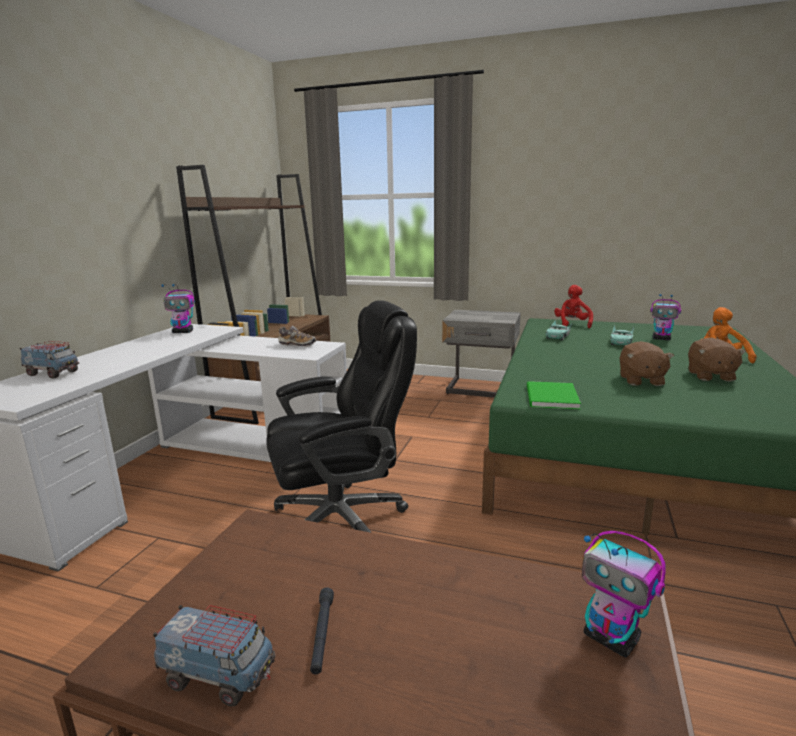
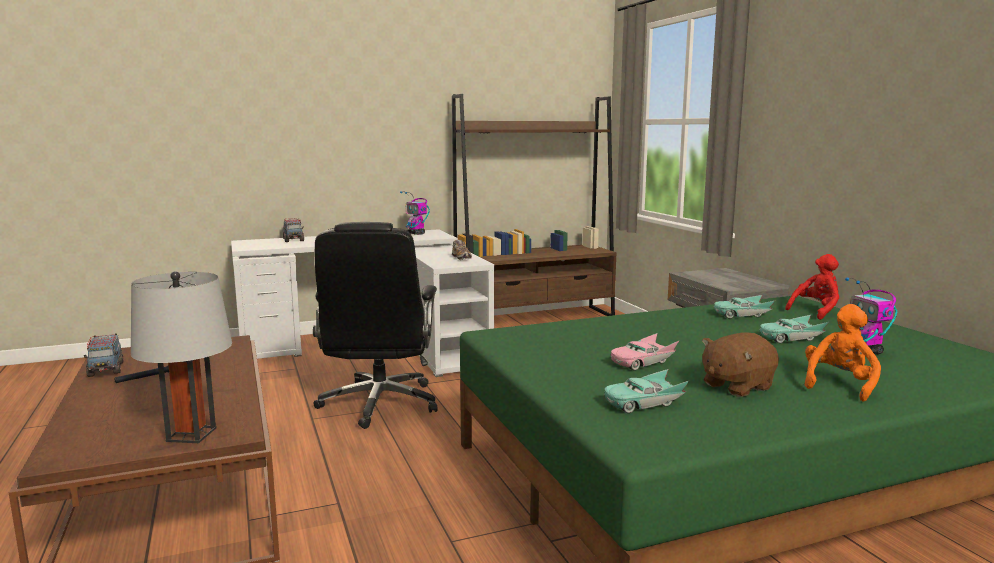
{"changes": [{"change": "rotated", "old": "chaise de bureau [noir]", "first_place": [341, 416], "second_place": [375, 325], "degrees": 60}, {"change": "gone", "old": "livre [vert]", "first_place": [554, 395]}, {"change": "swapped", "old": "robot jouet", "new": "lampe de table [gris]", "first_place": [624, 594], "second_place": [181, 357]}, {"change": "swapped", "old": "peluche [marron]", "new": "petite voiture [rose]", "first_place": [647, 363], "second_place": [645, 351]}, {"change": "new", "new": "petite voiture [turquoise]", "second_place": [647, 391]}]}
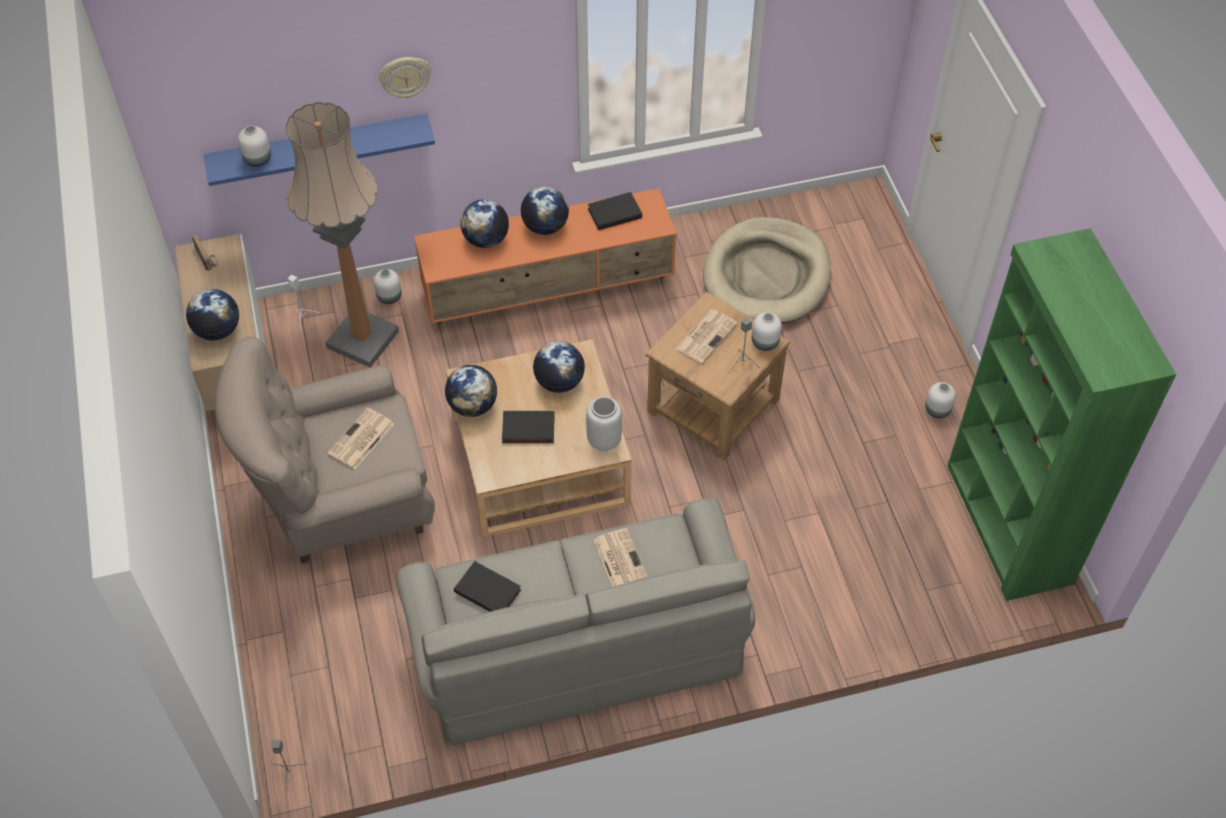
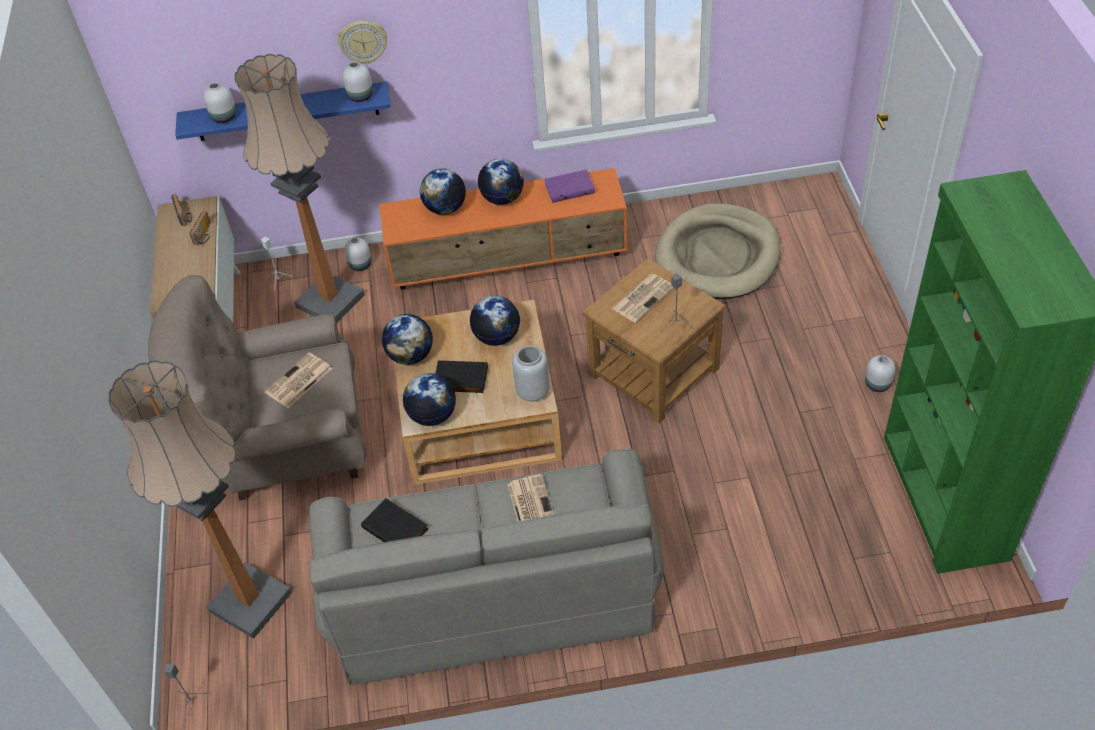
{"changes": [{"change": "shifted", "old": "globe", "first_place": [212, 315], "second_place": [429, 399]}, {"change": "repainted", "old": "livre [noir]", "new": "livre [violet]", "first_place": [615, 211], "second_place": [569, 186]}, {"change": "shifted", "old": "vase [blanc]", "first_place": [767, 331], "second_place": [358, 81]}, {"change": "new", "new": "lampadaire", "second_place": [200, 499]}, {"change": "new", "new": "radio", "second_place": [200, 228]}]}
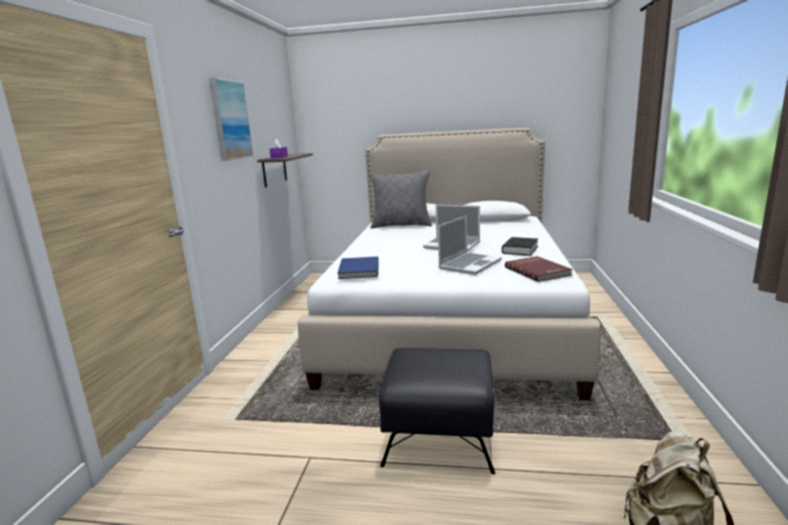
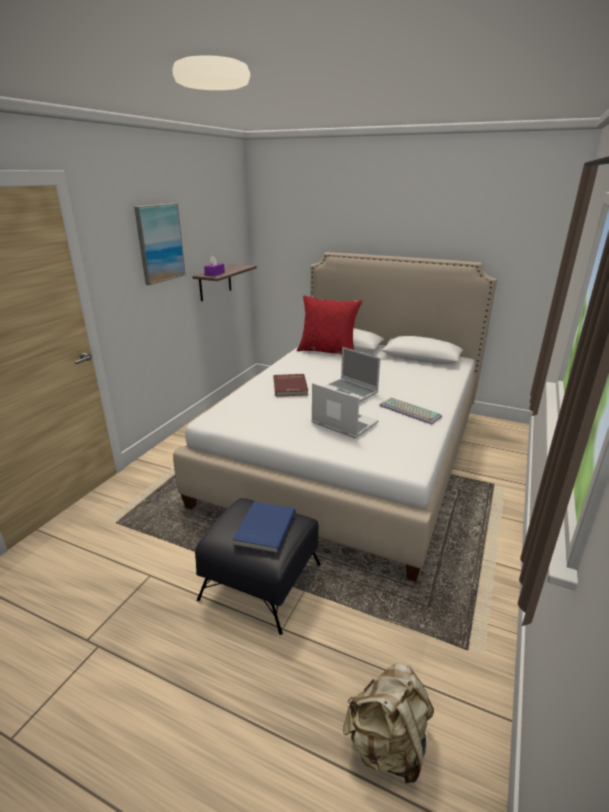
{"changes": [{"change": "shifted", "old": "livre [bleu]", "first_place": [358, 268], "second_place": [264, 527]}, {"change": "repainted", "old": "coussin [gris]", "new": "coussin [rouge]", "first_place": [401, 199], "second_place": [330, 325]}, {"change": "rotated", "old": "ordinateur portable", "first_place": [470, 245], "second_place": [344, 410], "degrees": -105}, {"change": "swapped", "old": "livre [noir]", "new": "clavier", "first_place": [520, 246], "second_place": [410, 411]}, {"change": "shifted", "old": "livre [rouge]", "first_place": [538, 269], "second_place": [290, 385]}]}
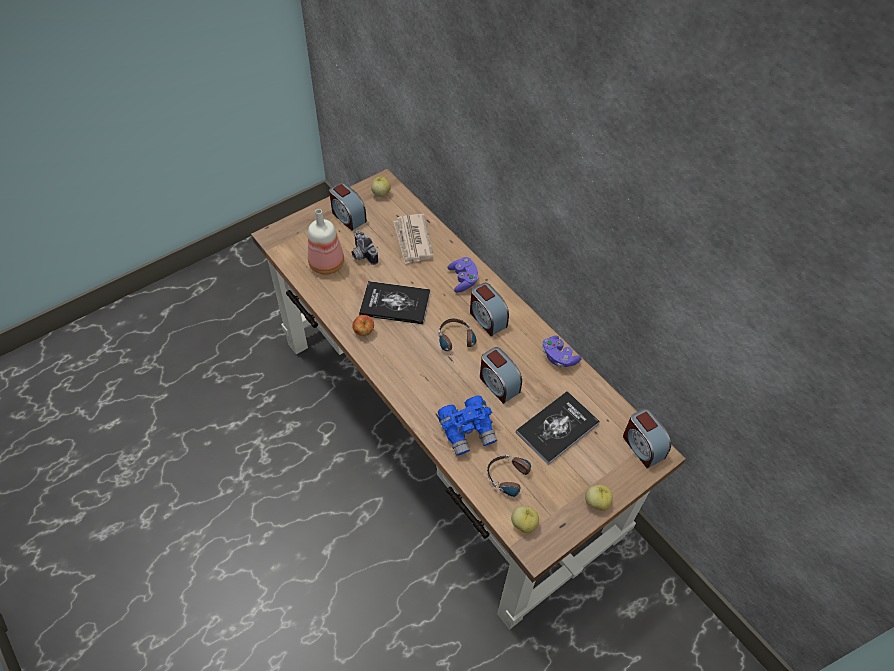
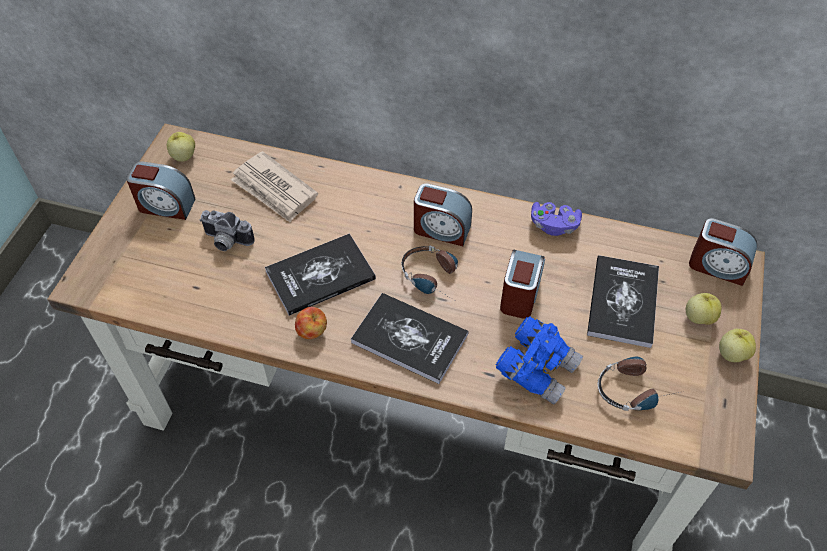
{"changes": [{"change": "gone", "old": "bouteille", "first_place": [326, 242]}, {"change": "gone", "old": "manette [violet]", "first_place": [463, 275]}, {"change": "rotated", "old": "réveil", "first_place": [501, 375], "second_place": [522, 284], "degrees": -90}, {"change": "shifted", "old": "pomme", "first_place": [525, 519], "second_place": [704, 309]}, {"change": "new", "new": "livre", "second_place": [409, 338]}]}
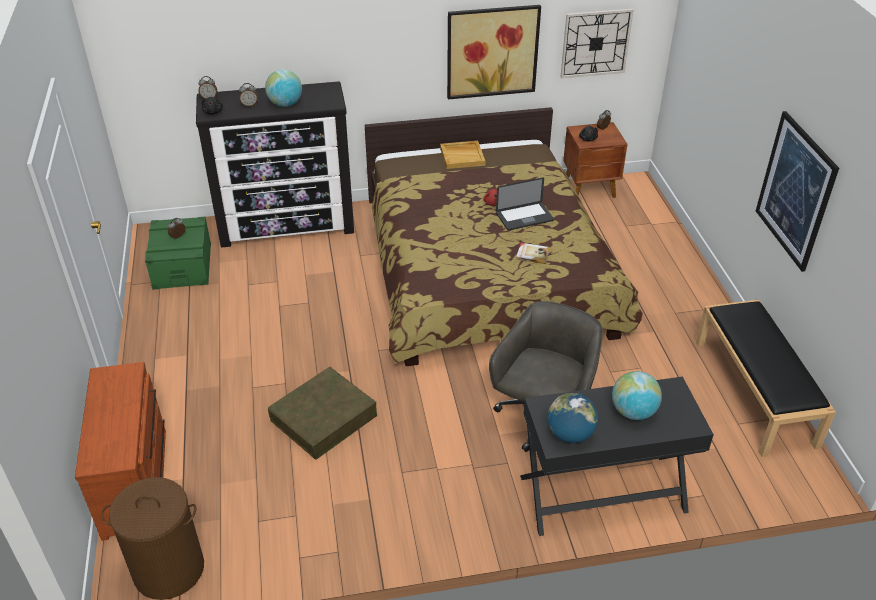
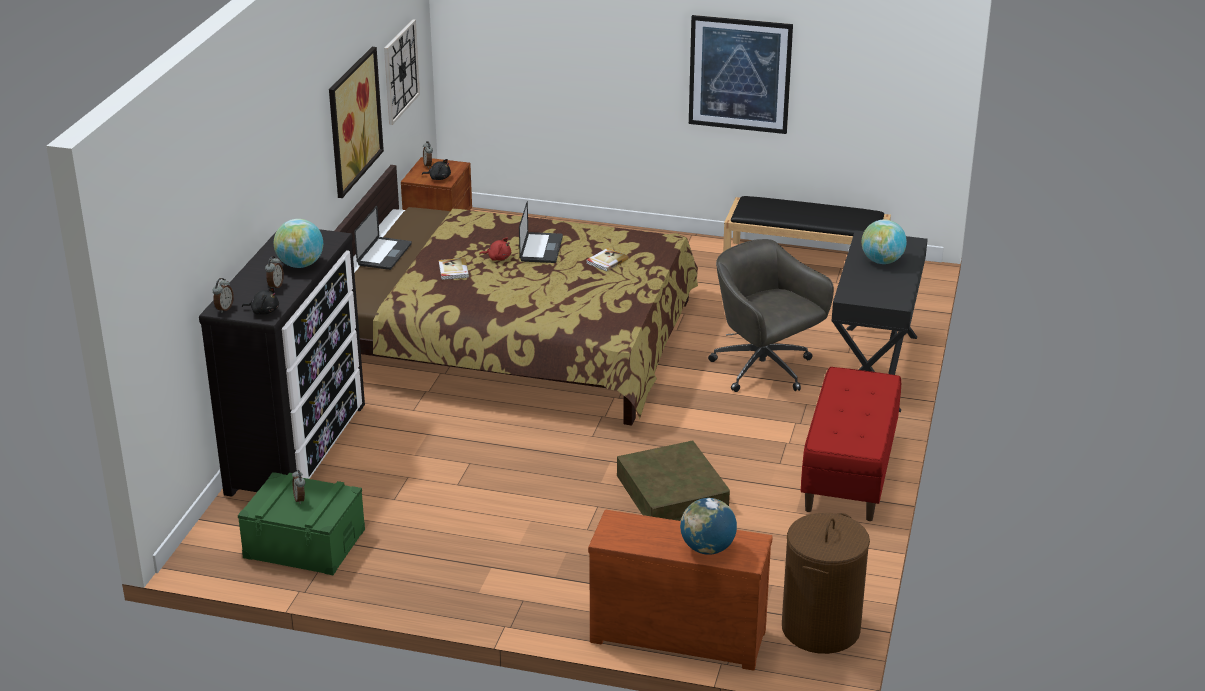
{"changes": [{"change": "swapped", "old": "plateau [beige]", "new": "ordinateur portable", "first_place": [462, 155], "second_place": [383, 238]}, {"change": "shifted", "old": "globe", "first_place": [572, 418], "second_place": [708, 526]}, {"change": "new", "new": "livre", "second_place": [454, 269]}, {"change": "new", "new": "banc [rouge]", "second_place": [851, 444]}]}
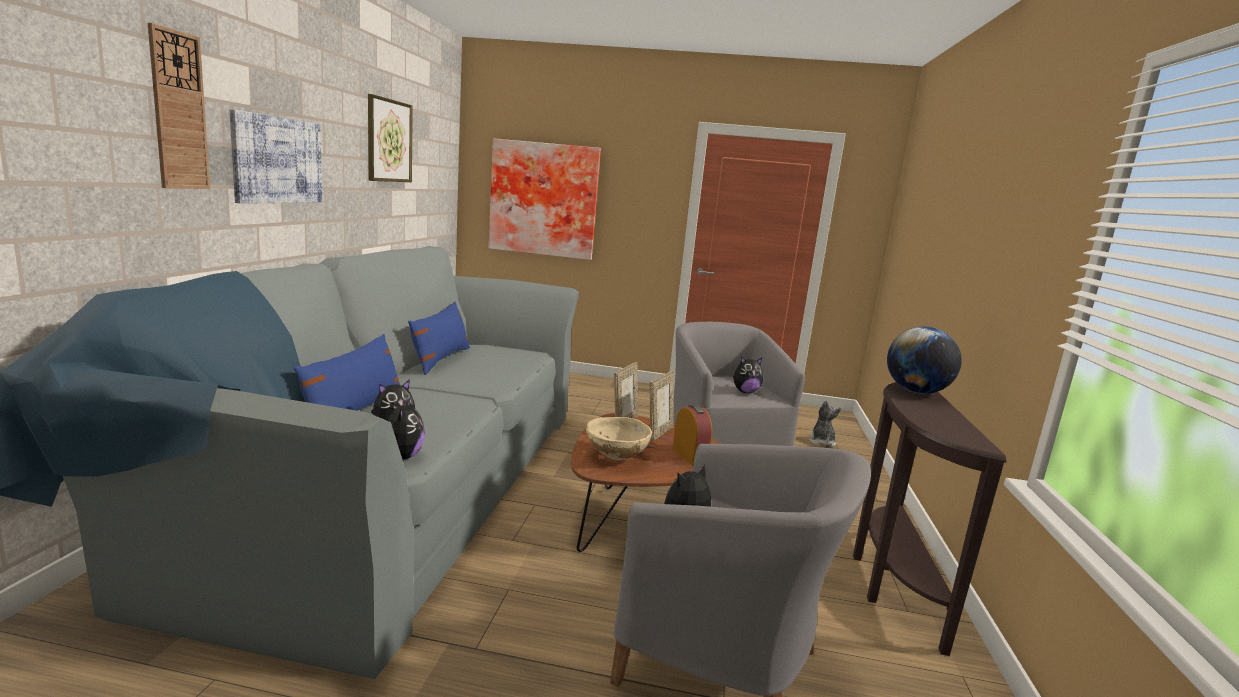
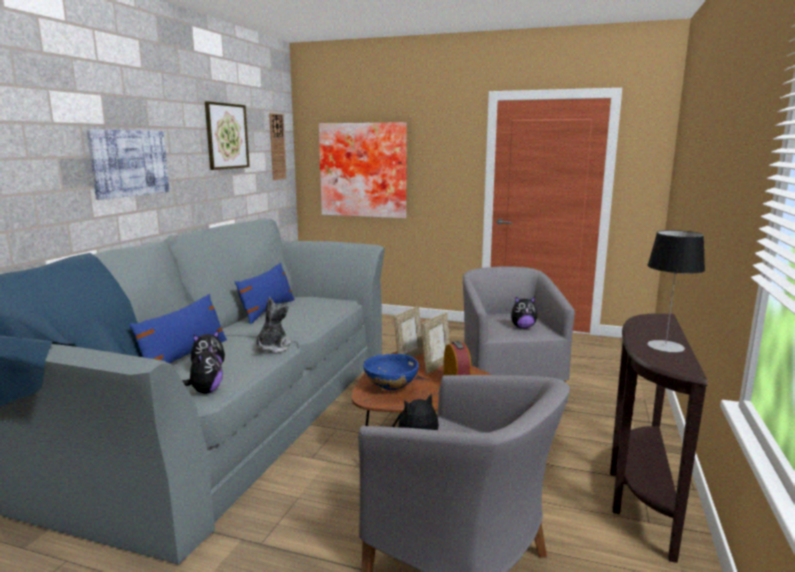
{"changes": [{"change": "shifted", "old": "horloge murale", "first_place": [179, 106], "second_place": [278, 146]}, {"change": "repainted", "old": "bol [beige]", "new": "bol [bleu]", "first_place": [619, 438], "second_place": [391, 372]}, {"change": "shifted", "old": "peluche", "first_place": [824, 423], "second_place": [273, 325]}, {"change": "gone", "old": "globe", "first_place": [924, 360]}, {"change": "new", "new": "lampe de table", "second_place": [676, 291]}]}
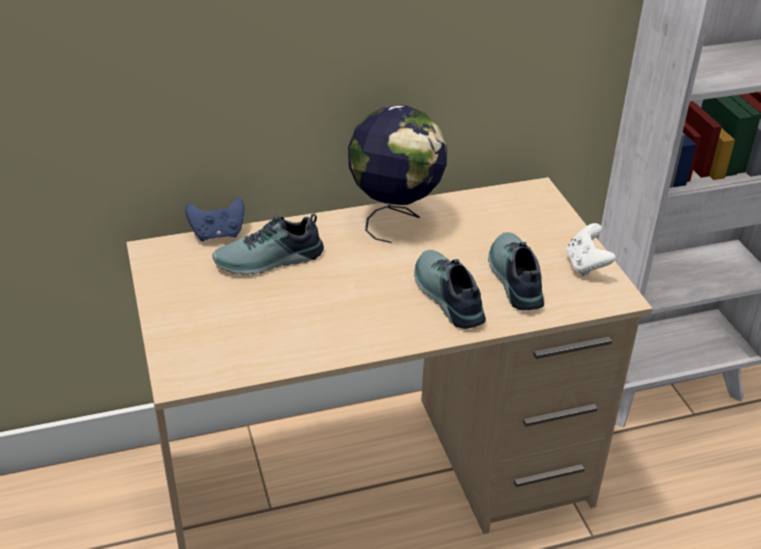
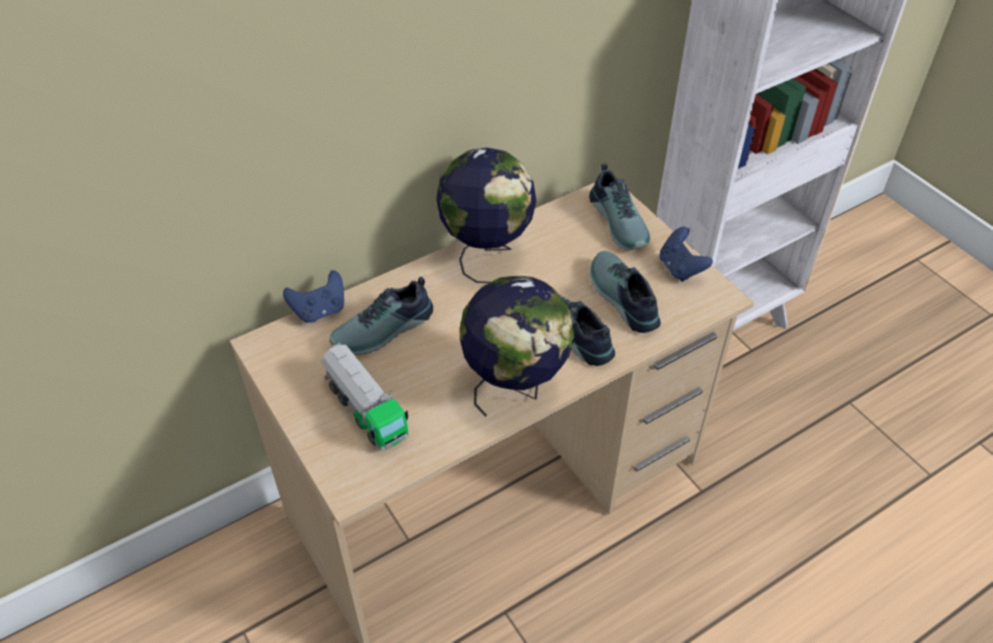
{"changes": [{"change": "repainted", "old": "manette [blanc]", "new": "manette [bleu]", "first_place": [591, 249], "second_place": [686, 254]}, {"change": "new", "new": "camion jouet", "second_place": [365, 396]}, {"change": "new", "new": "globe", "second_place": [517, 346]}, {"change": "new", "new": "chaussure", "second_place": [619, 206]}]}
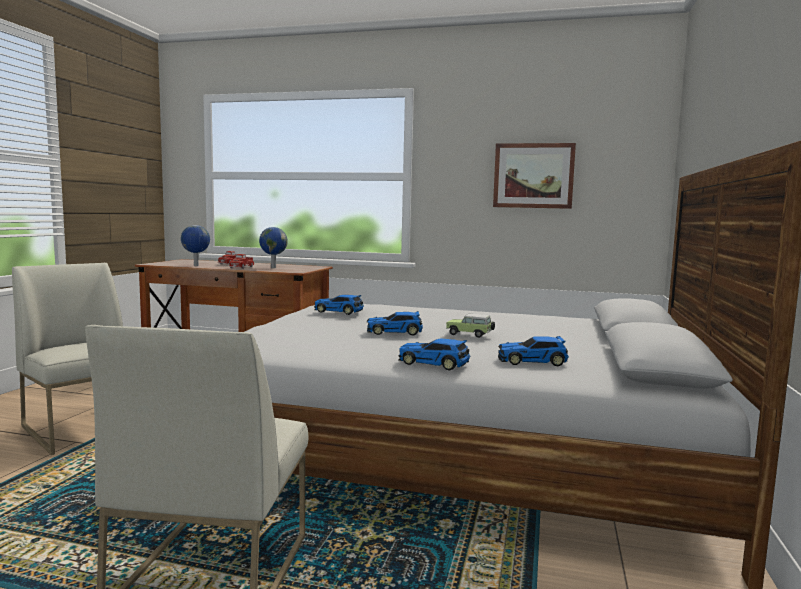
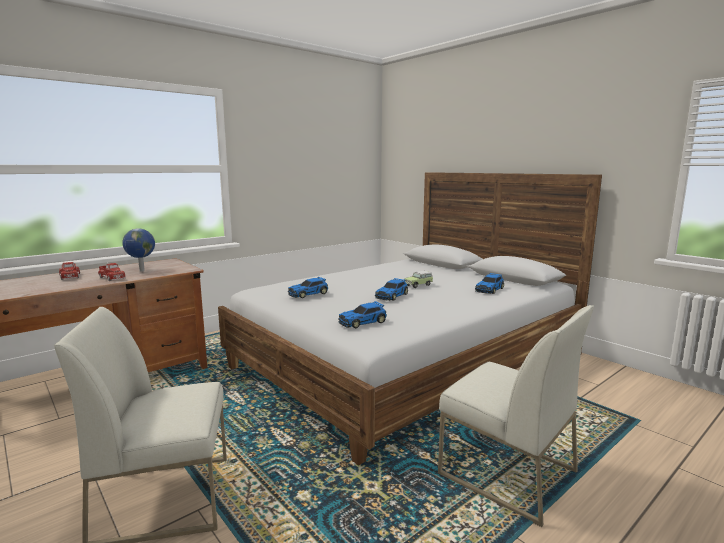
{"changes": [{"change": "gone", "old": "globe", "first_place": [195, 245]}, {"change": "shifted", "old": "petite voiture", "first_place": [434, 354], "second_place": [362, 314]}, {"change": "gone", "old": "tableau", "first_place": [534, 176]}]}
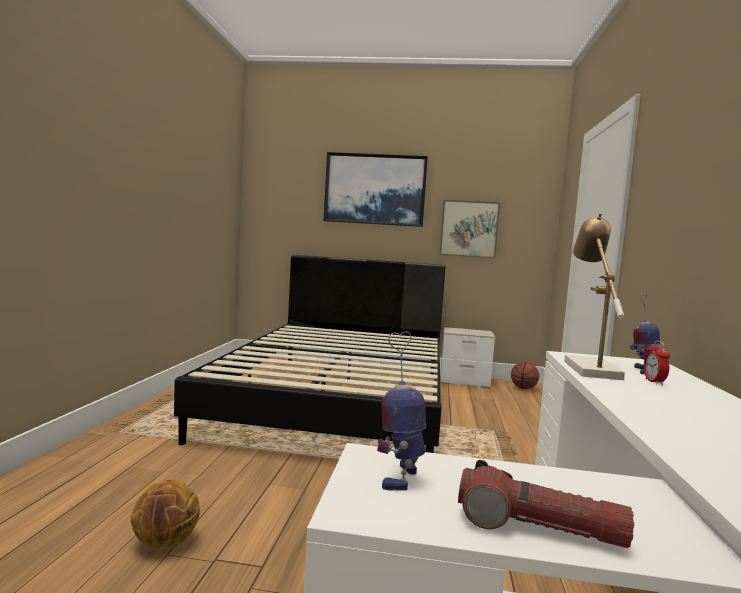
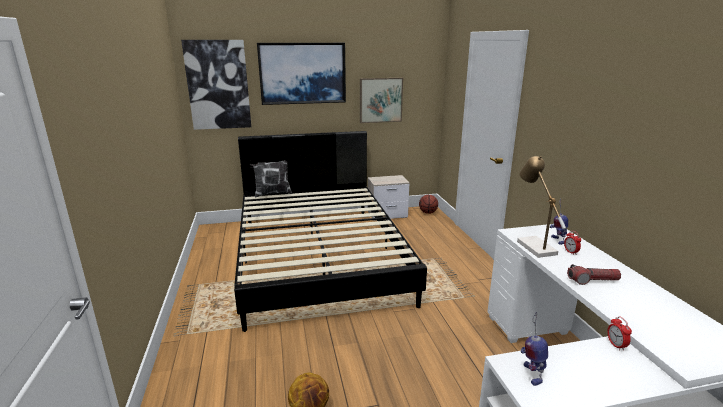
{"changes": [{"change": "shifted", "old": "lampe de poche", "first_place": [546, 504], "second_place": [594, 274]}, {"change": "new", "new": "tableau", "second_place": [216, 85]}, {"change": "new", "new": "coussin", "second_place": [270, 178]}, {"change": "new", "new": "réveil", "second_place": [619, 333]}]}
